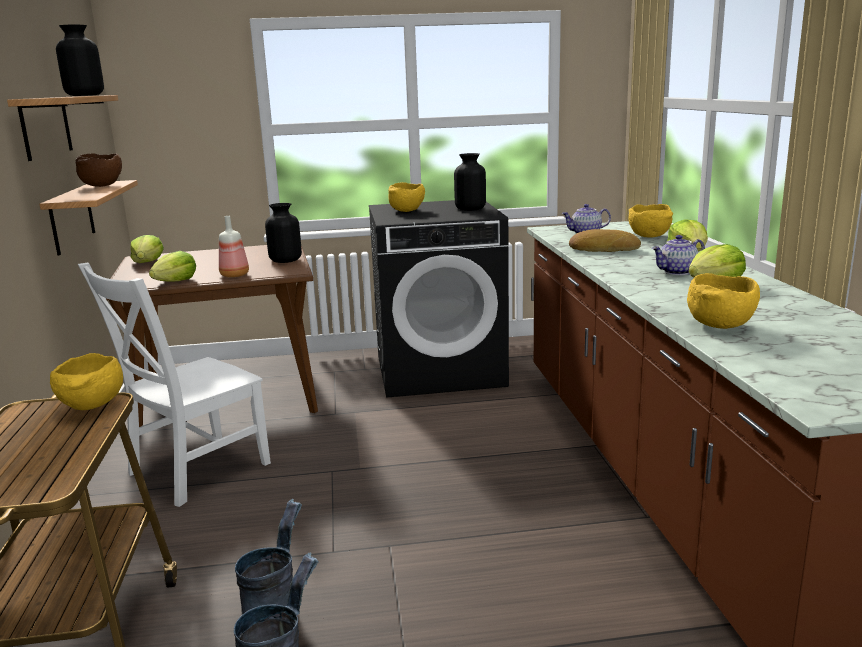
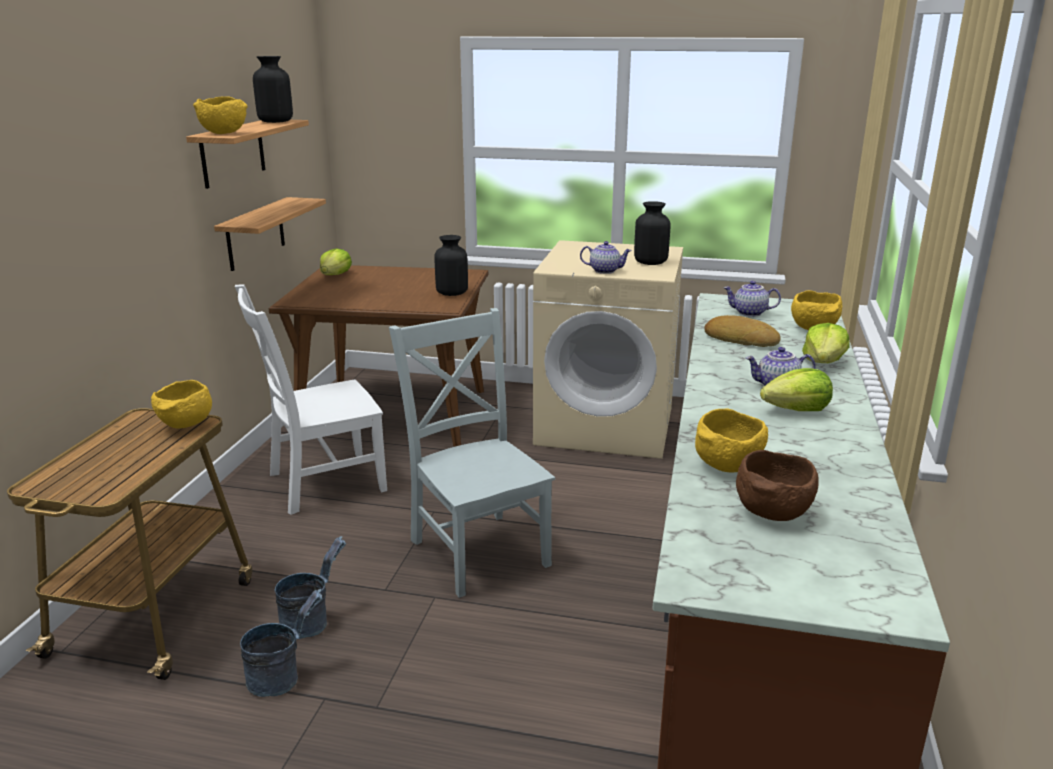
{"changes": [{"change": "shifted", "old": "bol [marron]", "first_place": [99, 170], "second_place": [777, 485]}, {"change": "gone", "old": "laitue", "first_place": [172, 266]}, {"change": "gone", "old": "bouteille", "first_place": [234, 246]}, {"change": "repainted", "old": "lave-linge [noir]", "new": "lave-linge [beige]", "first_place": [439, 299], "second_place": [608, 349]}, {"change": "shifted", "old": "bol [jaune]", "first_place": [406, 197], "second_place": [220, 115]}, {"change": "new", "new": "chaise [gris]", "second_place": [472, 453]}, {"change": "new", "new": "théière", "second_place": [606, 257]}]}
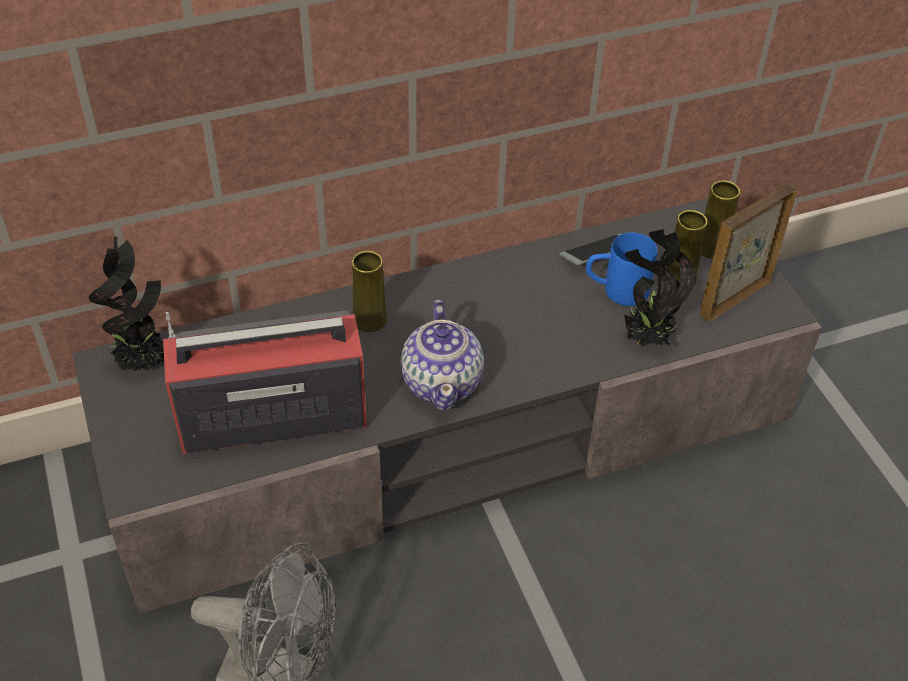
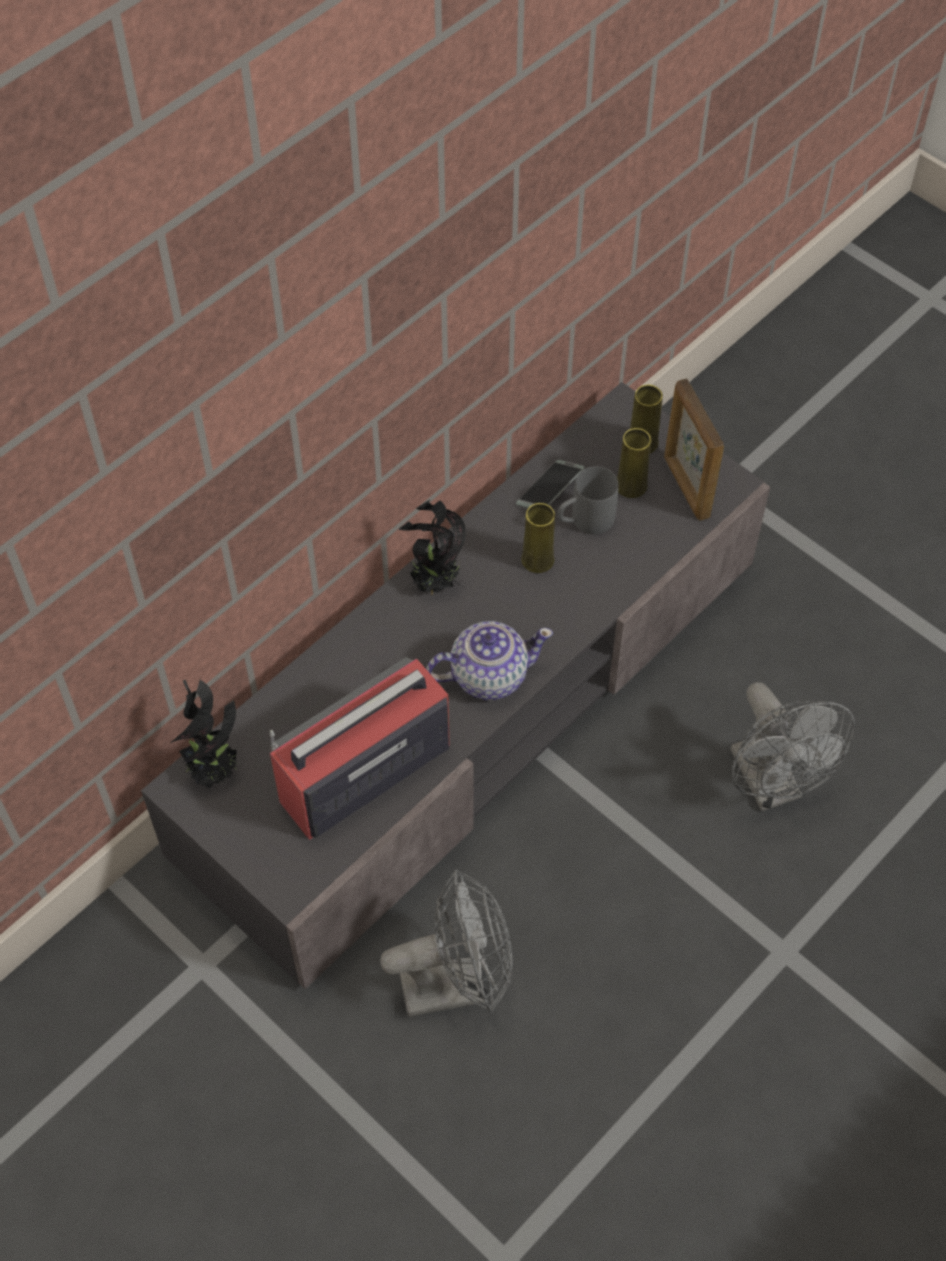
{"changes": [{"change": "shifted", "old": "vase [jaune]", "first_place": [369, 291], "second_place": [538, 538]}, {"change": "rotated", "old": "théière", "first_place": [442, 354], "second_place": [489, 660], "degrees": -75}, {"change": "repainted", "old": "mug [bleu]", "new": "mug [gris]", "first_place": [621, 269], "second_place": [588, 500]}, {"change": "shifted", "old": "plante en pot", "first_place": [659, 288], "second_place": [432, 548]}, {"change": "rotated", "old": "cadre photo", "first_place": [748, 253], "second_place": [694, 449], "degrees": -45}, {"change": "new", "new": "ventilateur [gris]", "second_place": [792, 746]}]}
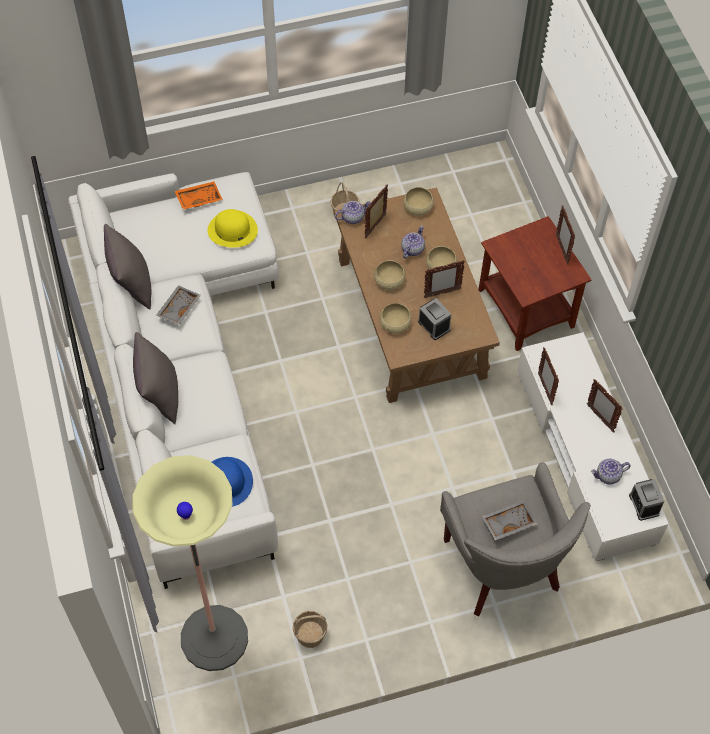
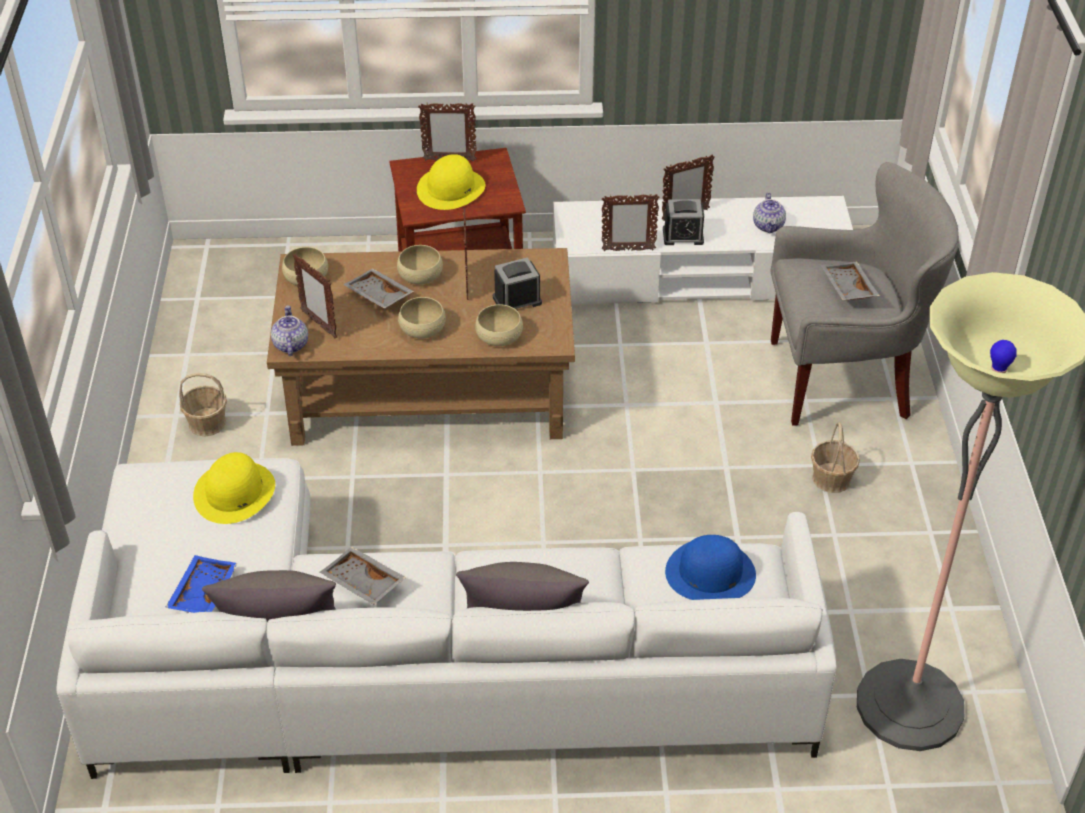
{"changes": [{"change": "gone", "old": "plateau [orange]", "first_place": [199, 195]}, {"change": "shifted", "old": "panier", "first_place": [310, 629], "second_place": [835, 457]}, {"change": "swapped", "old": "théière", "new": "plateau [gris]", "first_place": [413, 242], "second_place": [378, 288]}, {"change": "shifted", "old": "réveil", "first_place": [647, 500], "second_place": [683, 222]}, {"change": "new", "new": "plateau [bleu]", "second_place": [201, 584]}, {"change": "new", "new": "chapeau [jaune]", "second_place": [451, 182]}]}
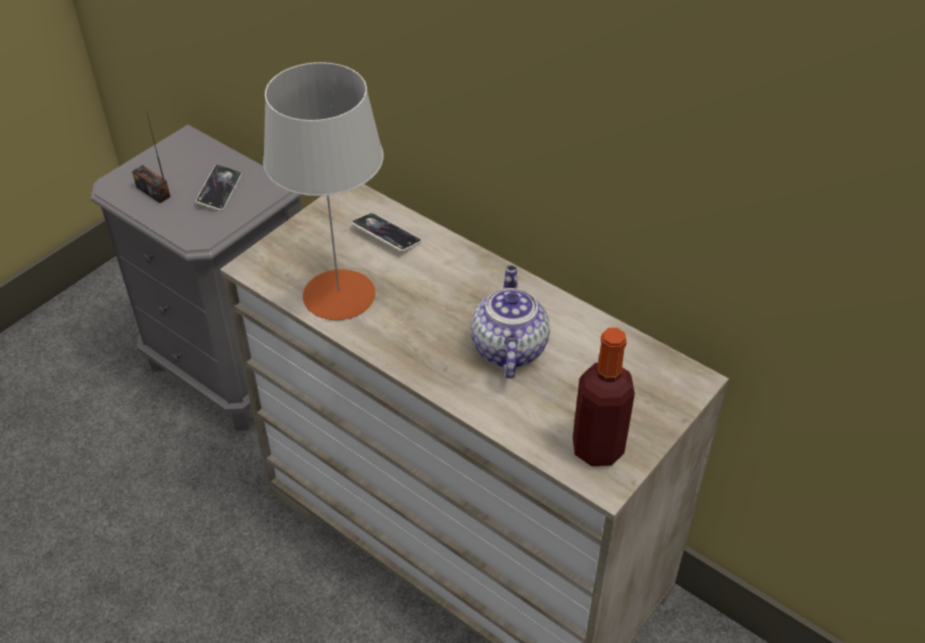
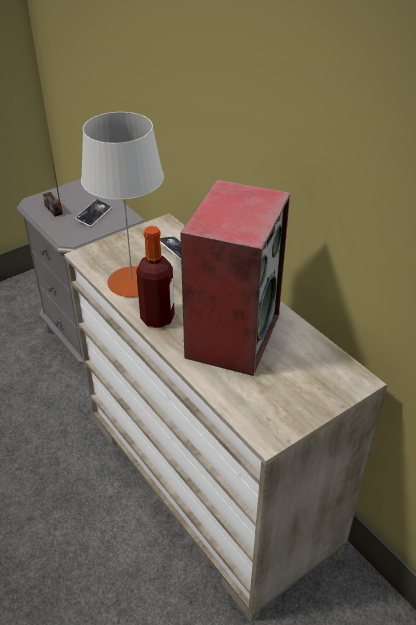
{"changes": [{"change": "swapped", "old": "théière", "new": "enceinte", "first_place": [510, 322], "second_place": [235, 278]}, {"change": "shifted", "old": "bouteille", "first_place": [604, 397], "second_place": [155, 277]}]}
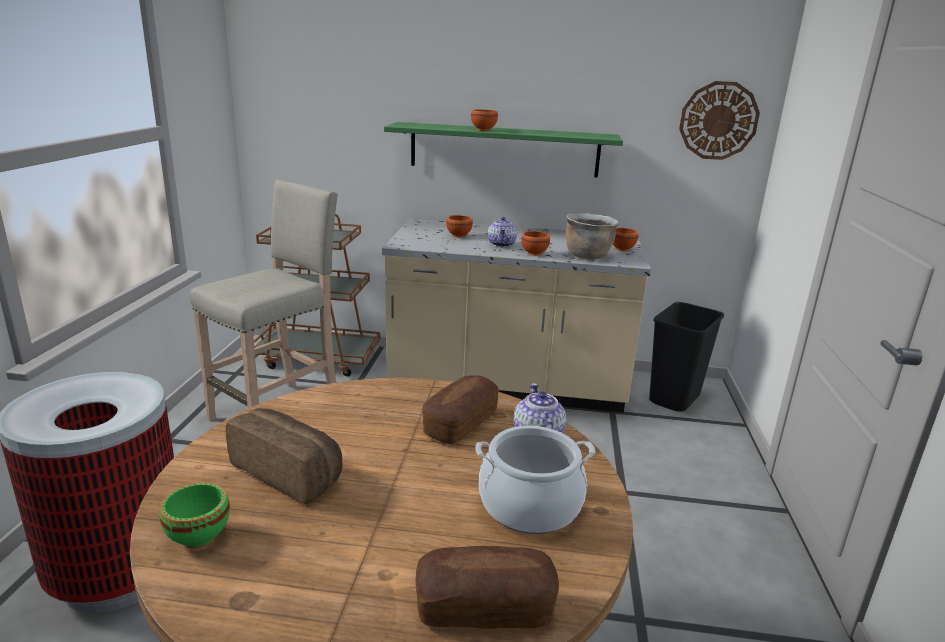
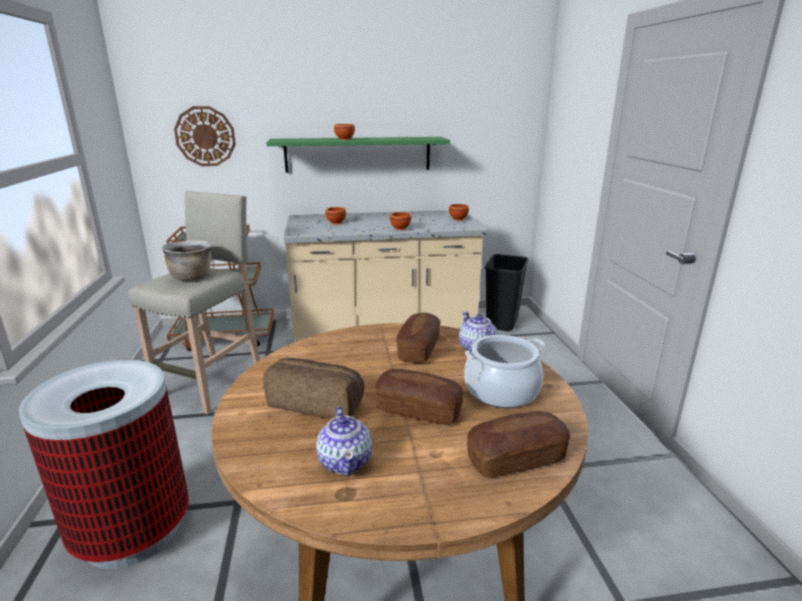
{"changes": [{"change": "gone", "old": "bol [vert]", "first_place": [194, 515]}, {"change": "shifted", "old": "théière", "first_place": [502, 232], "second_place": [344, 441]}, {"change": "shifted", "old": "marmite [marron]", "first_place": [592, 236], "second_place": [187, 260]}, {"change": "shifted", "old": "horloge murale", "first_place": [719, 120], "second_place": [205, 136]}, {"change": "new", "new": "pain", "second_place": [420, 397]}]}
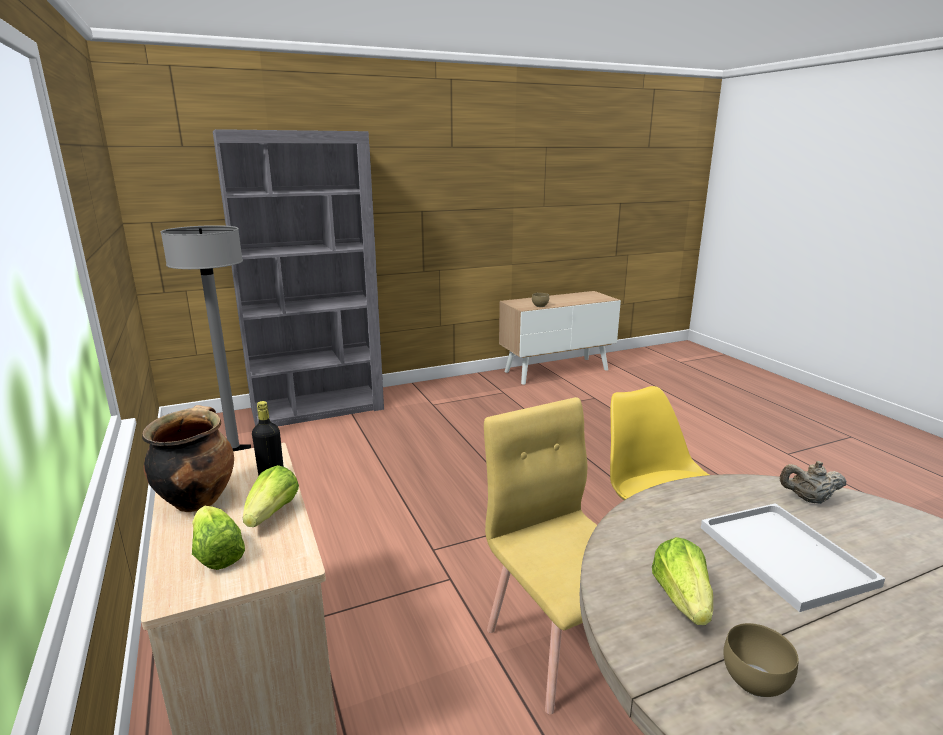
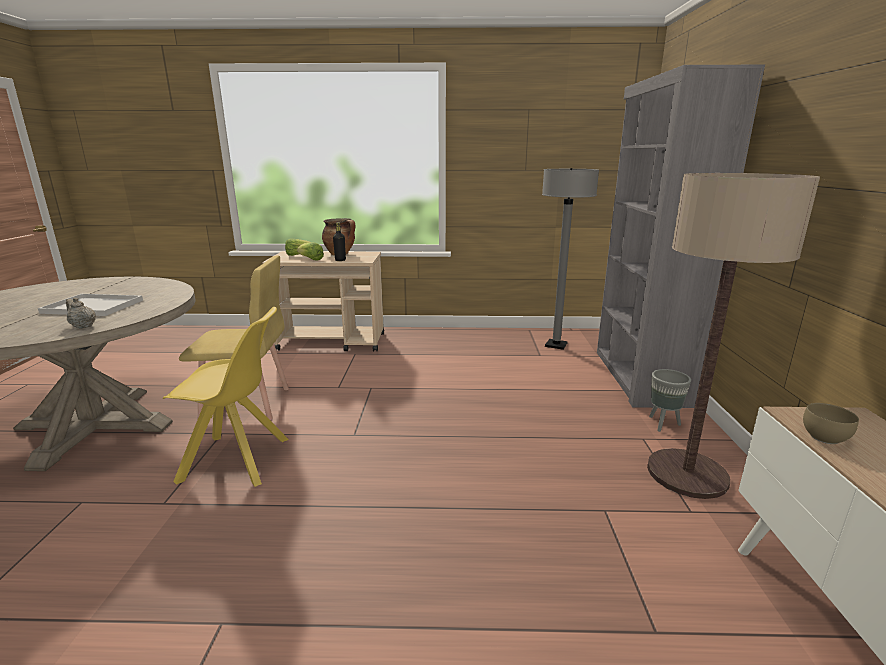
{"changes": [{"change": "gone", "old": "laitue", "first_place": [682, 581]}, {"change": "gone", "old": "bol [marron]", "first_place": [761, 660]}, {"change": "rotated", "old": "théière [beige]", "first_place": [813, 482], "second_place": [81, 313], "degrees": -90}, {"change": "new", "new": "lampadaire", "second_place": [733, 336]}, {"change": "new", "new": "cache-pot [gris]", "second_place": [670, 400]}]}
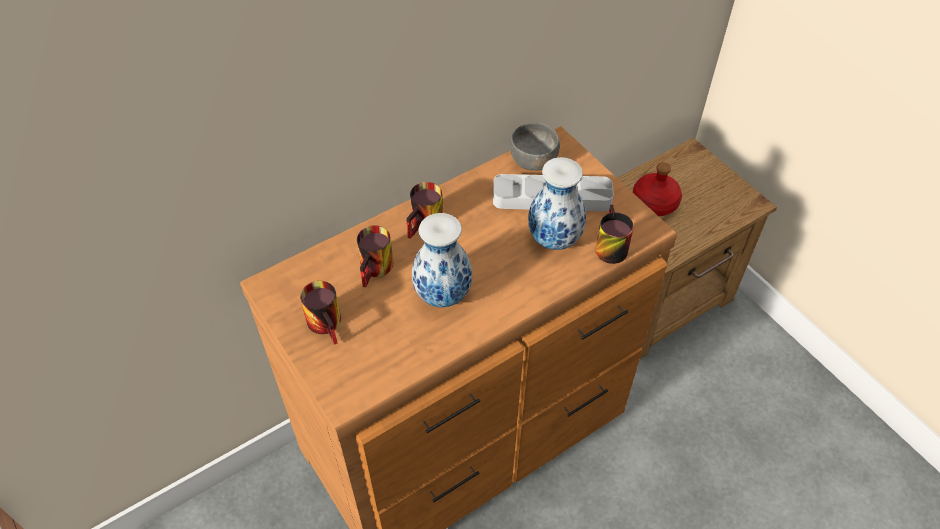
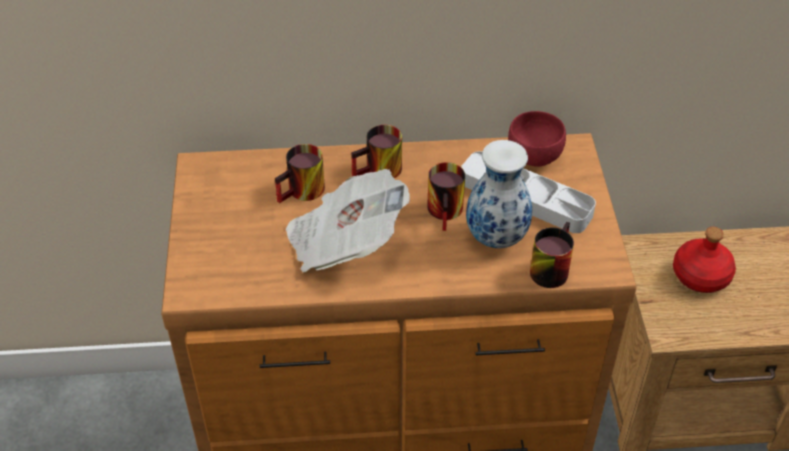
{"changes": [{"change": "shifted", "old": "mug", "first_place": [320, 313], "second_place": [446, 196]}, {"change": "swapped", "old": "vase", "new": "journal", "first_place": [442, 260], "second_place": [348, 220]}, {"change": "repainted", "old": "bol [gris]", "new": "bol [rouge]", "first_place": [535, 146], "second_place": [537, 139]}]}
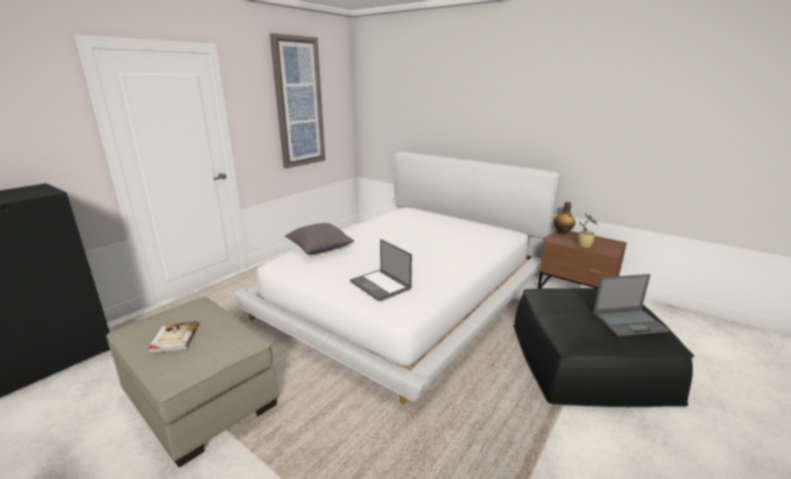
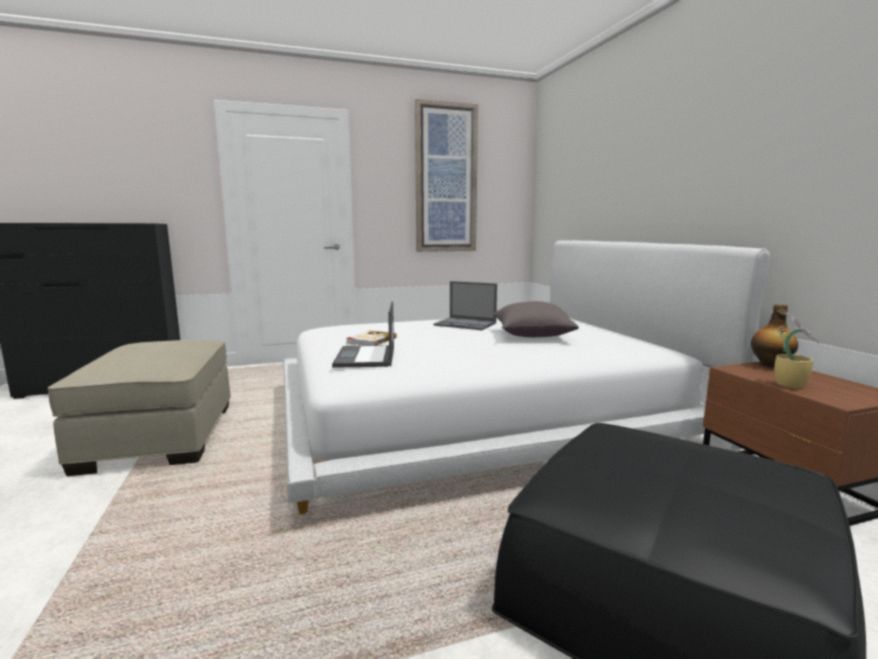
{"changes": [{"change": "shifted", "old": "livre", "first_place": [173, 337], "second_place": [371, 338]}, {"change": "shifted", "old": "coussin [gris]", "first_place": [319, 239], "second_place": [536, 319]}, {"change": "shifted", "old": "ordinateur portable", "first_place": [631, 305], "second_place": [465, 305]}]}
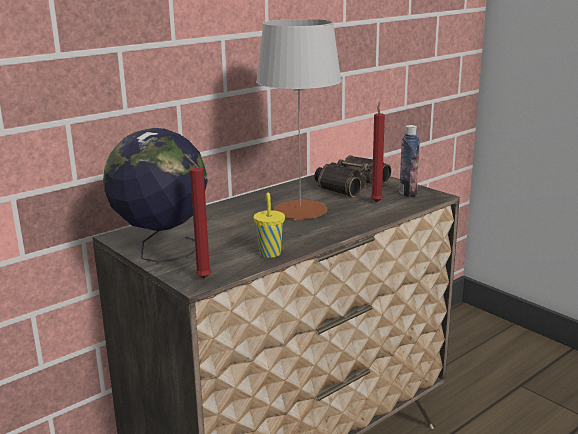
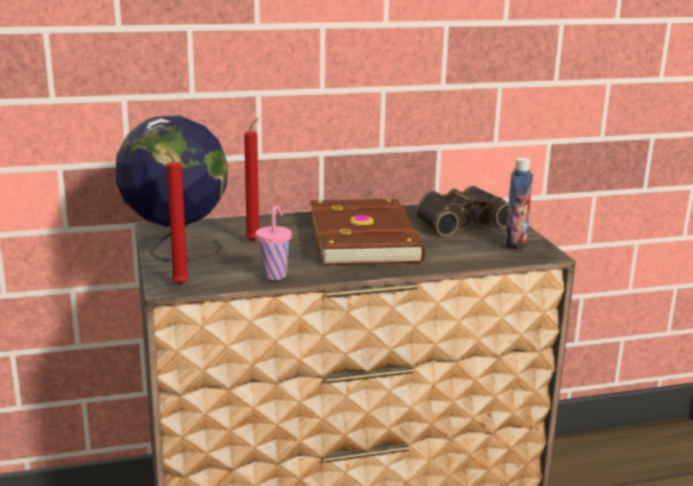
{"changes": [{"change": "repainted", "old": "tasse [jaune]", "new": "tasse [rose]", "first_place": [269, 225], "second_place": [274, 242]}, {"change": "swapped", "old": "lampe de table [gris]", "new": "livre [marron]", "first_place": [299, 119], "second_place": [367, 232]}, {"change": "shifted", "old": "bougie [rouge]", "first_place": [378, 152], "second_place": [251, 180]}]}
